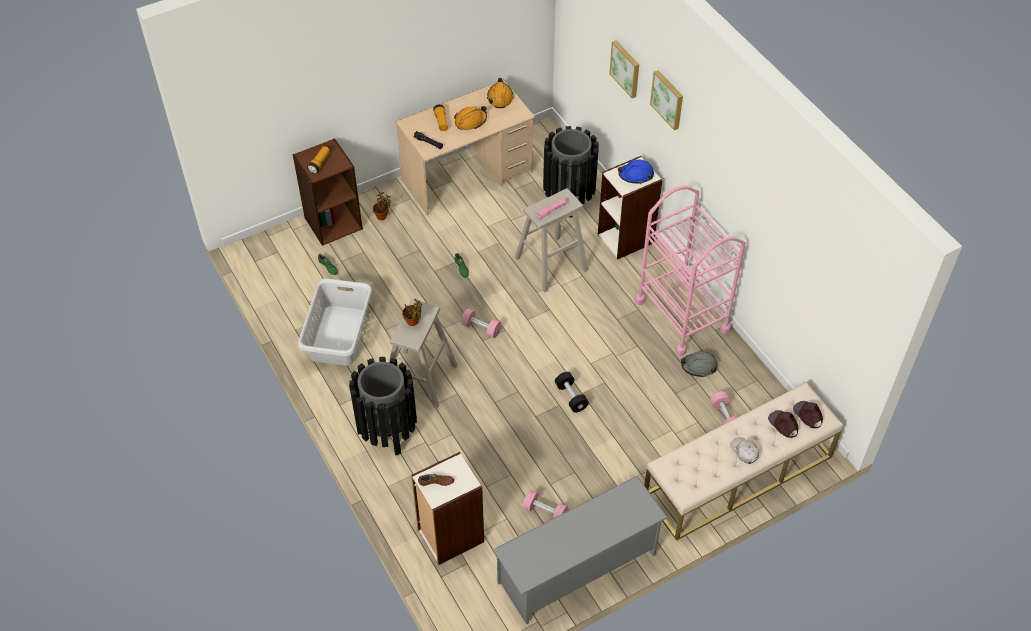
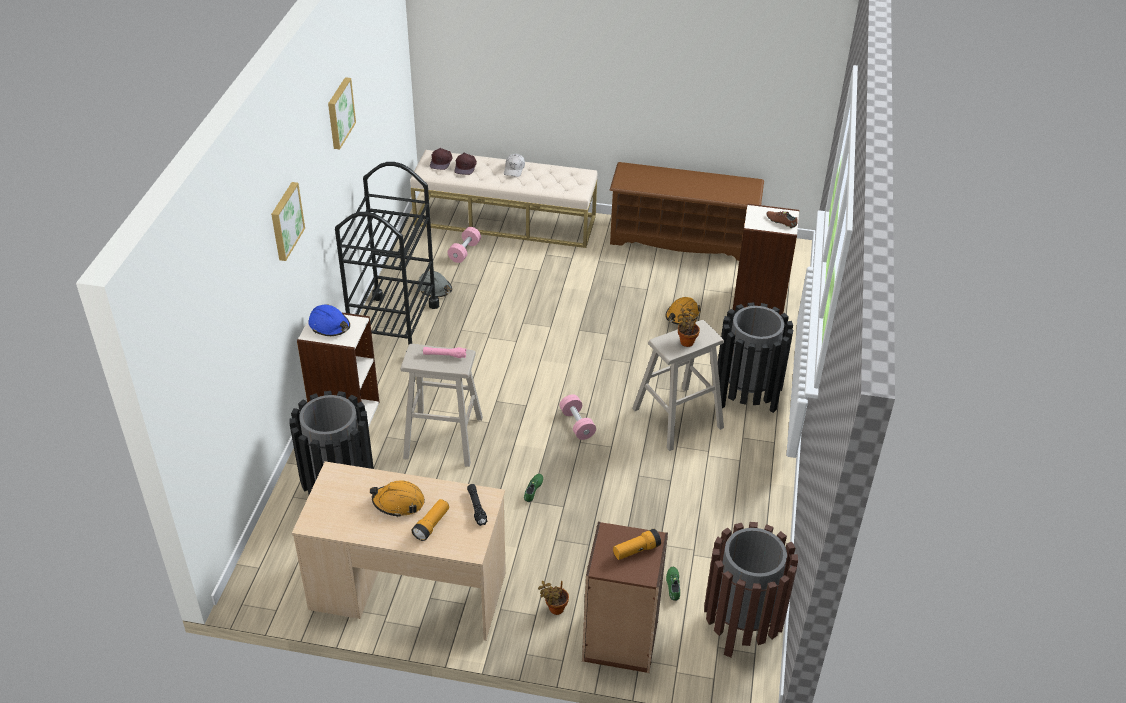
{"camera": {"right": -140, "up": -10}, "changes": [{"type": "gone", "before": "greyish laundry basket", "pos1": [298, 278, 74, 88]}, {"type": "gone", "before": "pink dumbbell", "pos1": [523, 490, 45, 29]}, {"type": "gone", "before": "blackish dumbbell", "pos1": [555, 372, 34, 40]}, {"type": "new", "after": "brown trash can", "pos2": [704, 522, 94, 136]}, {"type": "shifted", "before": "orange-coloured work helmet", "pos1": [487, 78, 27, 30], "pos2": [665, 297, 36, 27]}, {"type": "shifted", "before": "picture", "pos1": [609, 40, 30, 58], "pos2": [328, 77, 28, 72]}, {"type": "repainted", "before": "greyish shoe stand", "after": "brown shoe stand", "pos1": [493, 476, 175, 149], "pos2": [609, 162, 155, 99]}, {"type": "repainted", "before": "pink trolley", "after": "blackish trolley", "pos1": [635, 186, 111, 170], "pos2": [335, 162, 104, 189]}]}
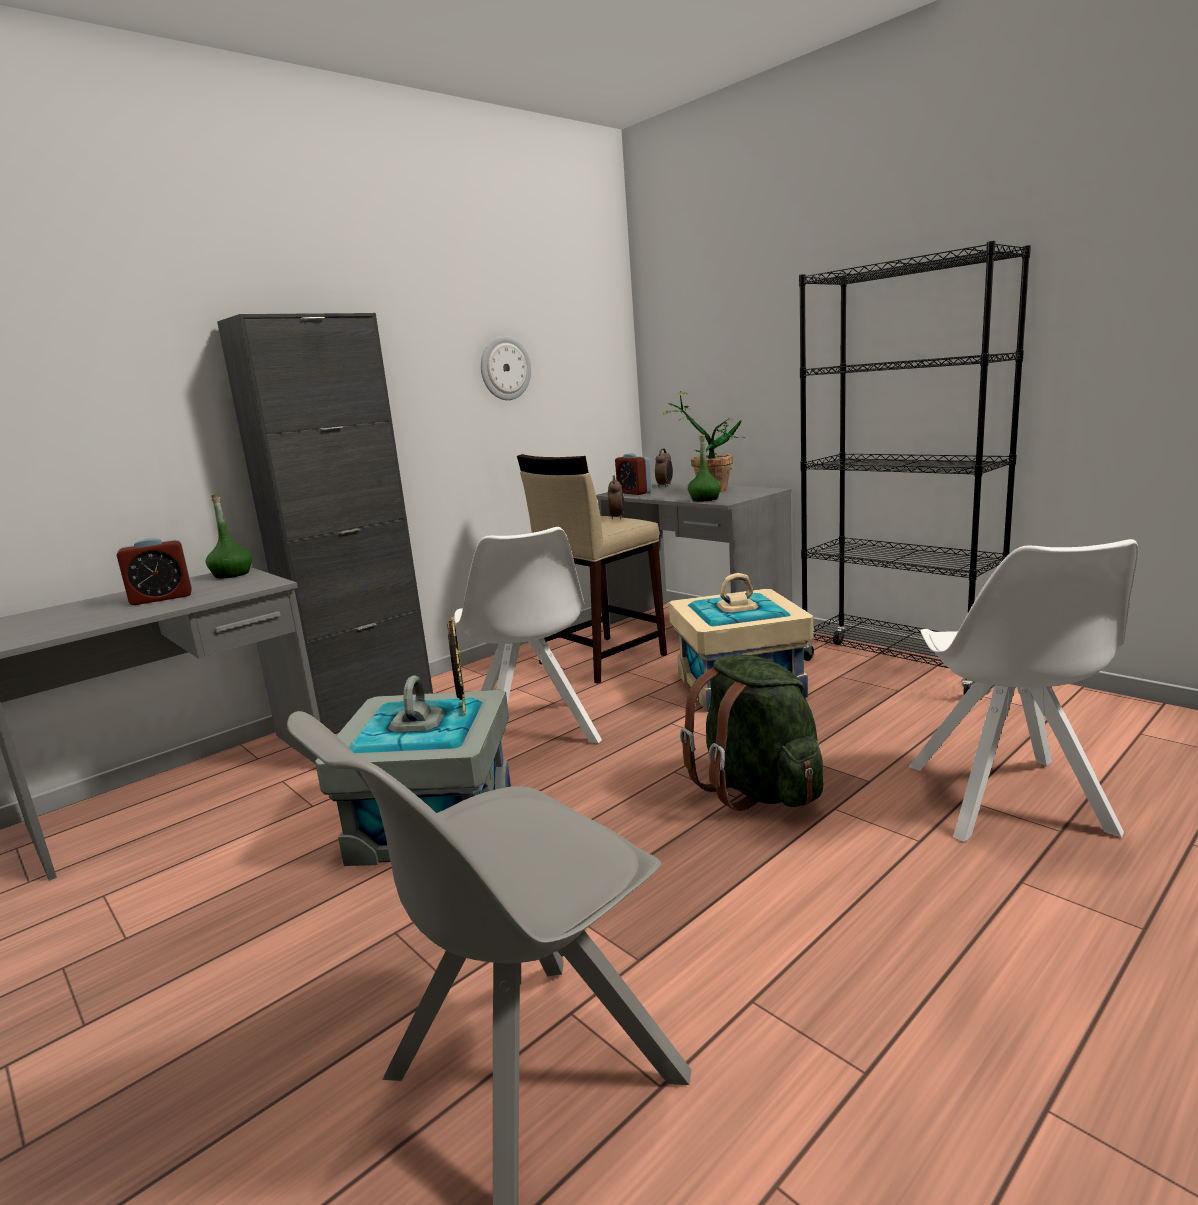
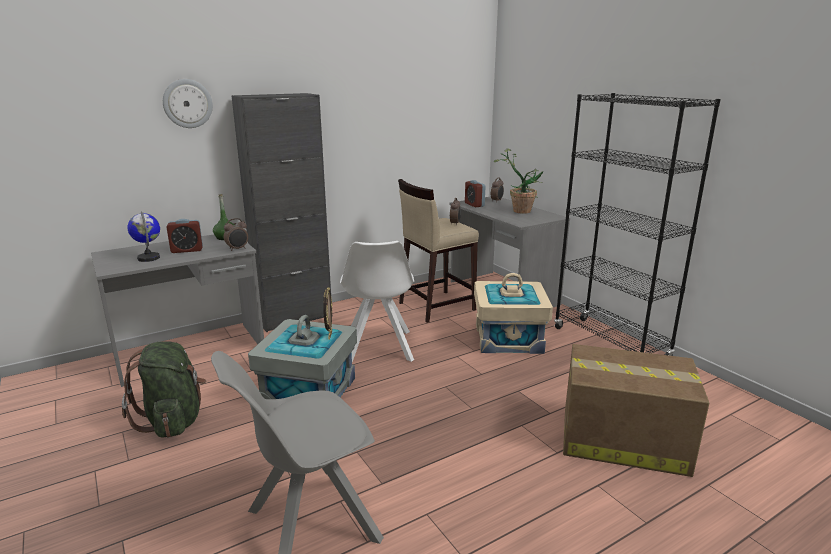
{"camera": {"right": 10, "up": 5}, "changes": [{"type": "gone", "before": "green beverage bottle", "pos1": [688, 435, 33, 66]}, {"type": "new", "after": "globe", "pos2": [128, 212, 32, 50]}, {"type": "new", "after": "bedside clock", "pos2": [224, 218, 24, 33]}, {"type": "shifted", "before": "wall clock", "pos1": [481, 336, 50, 64], "pos2": [163, 79, 50, 49]}, {"type": "shifted", "before": "green backpack", "pos1": [680, 655, 143, 156], "pos2": [122, 341, 84, 97]}, {"type": "swapped", "before": "whitish plain chair", "after": "cardboard box", "pos1": [908, 539, 230, 303], "pos2": [563, 344, 146, 133]}]}
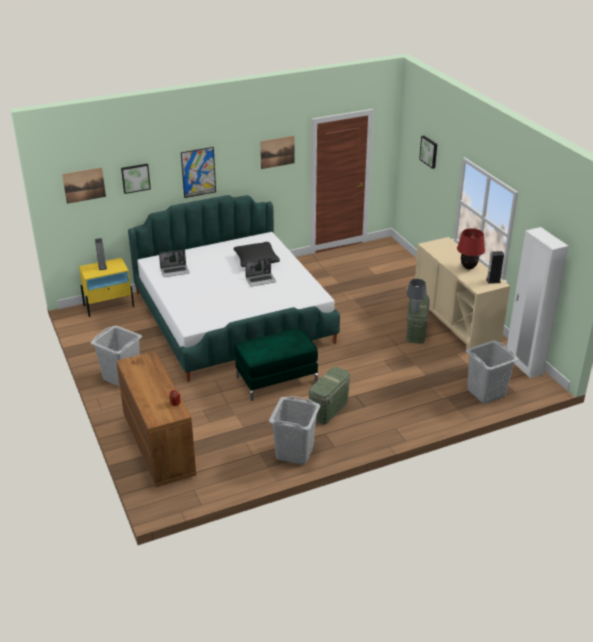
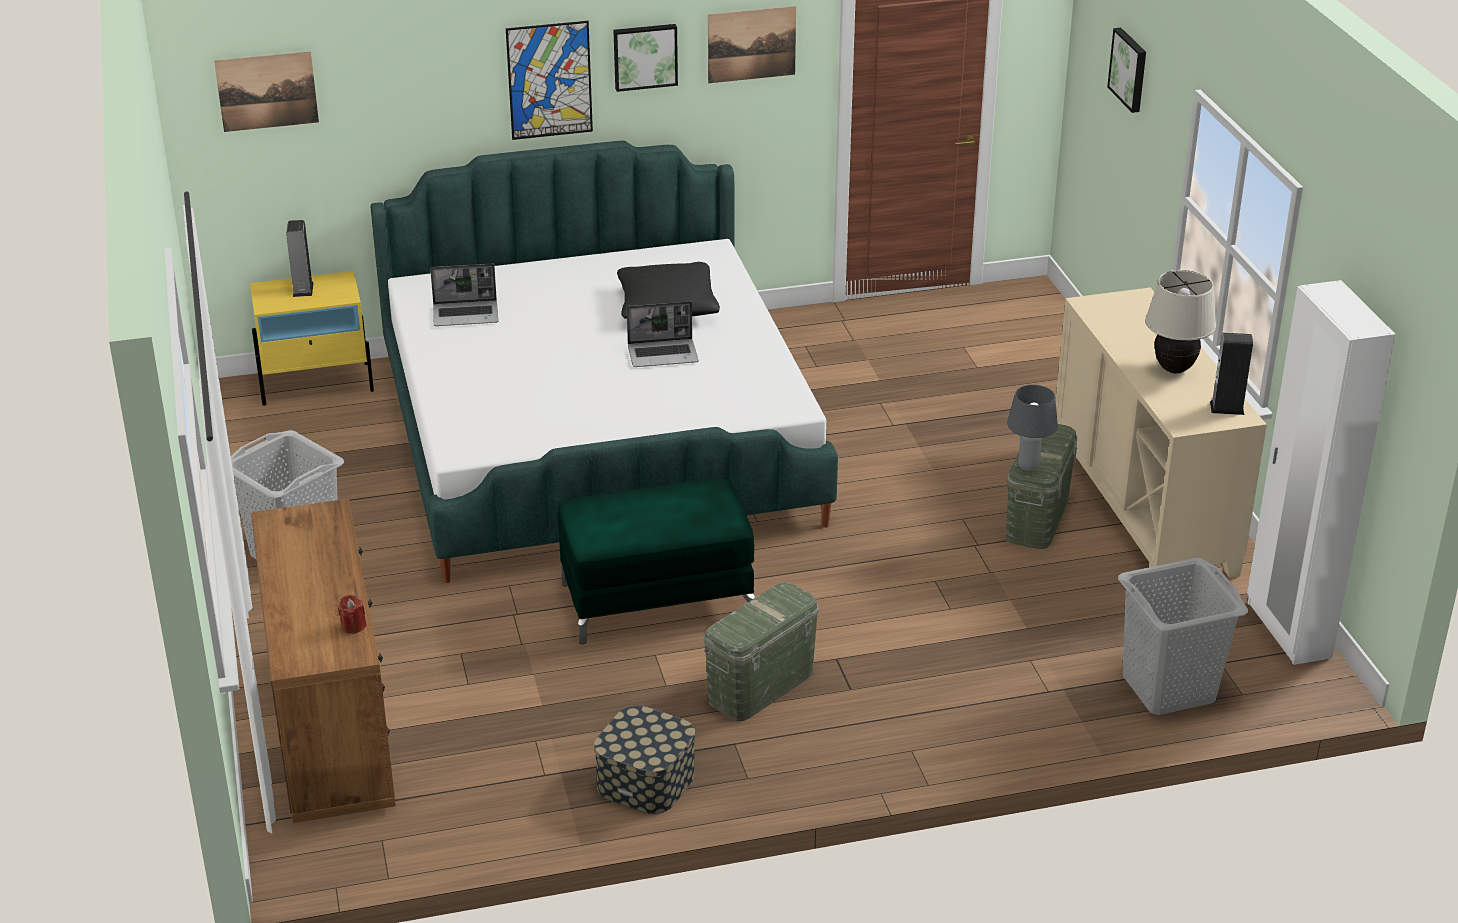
{"camera": {"right": 10, "up": 0}, "changes": [{"type": "shifted", "before": "picture", "pos1": [121, 164, 30, 30], "pos2": [613, 24, 65, 68]}, {"type": "swapped", "before": "greyish laundry basket", "after": "storage container", "pos1": [269, 396, 51, 69], "pos2": [594, 705, 101, 109]}, {"type": "repainted", "before": "red-coloured lamp for a table", "after": "sand-coloured lamp for a table", "pos1": [457, 228, 28, 41], "pos2": [1145, 270, 71, 104]}]}
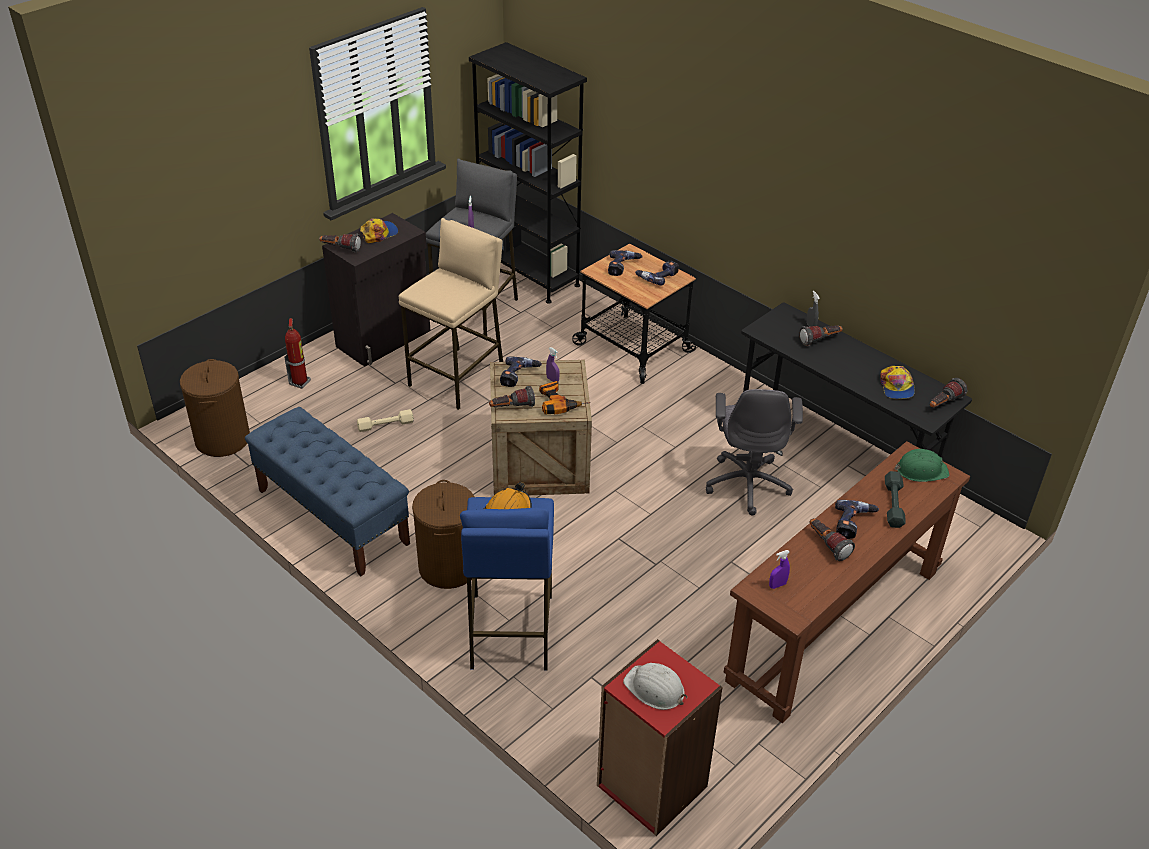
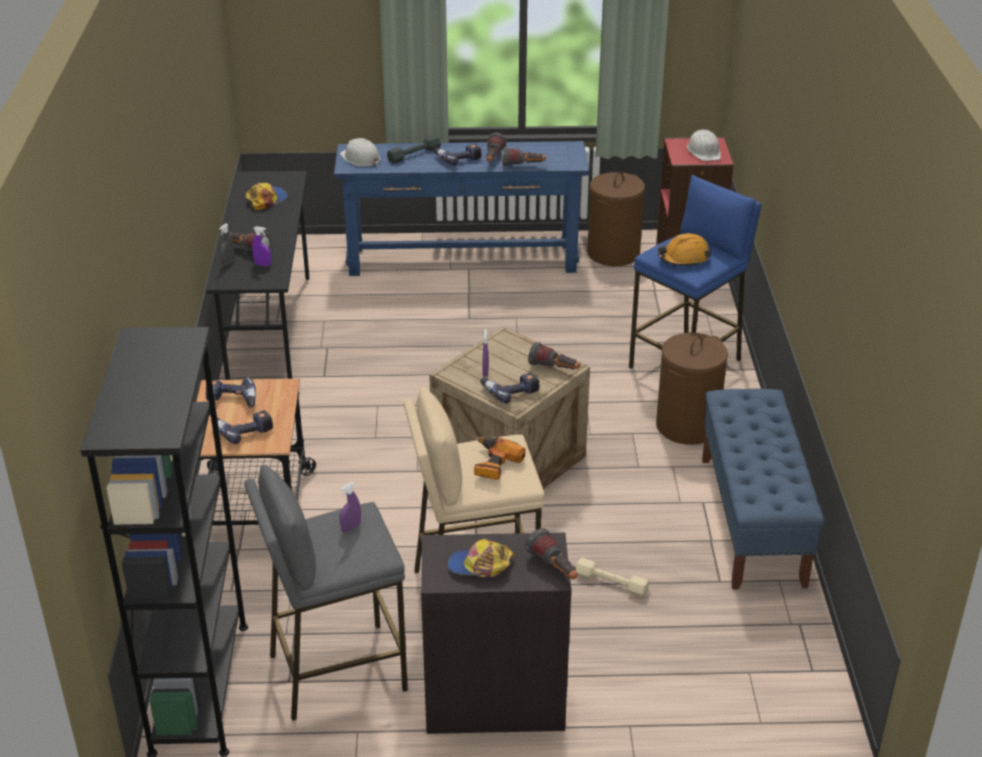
{"camera": {"right": -135, "up": -5}, "changes": [{"type": "gone", "before": "fire-fighting cylinder", "pos1": [284, 318, 27, 71]}, {"type": "gone", "before": "greyish office chair", "pos1": [706, 389, 97, 126]}, {"type": "shifted", "before": "brown laundry basket", "pos1": [180, 359, 70, 98], "pos2": [587, 172, 58, 94]}, {"type": "shifted", "before": "drill", "pos1": [539, 381, 51, 34], "pos2": [470, 435, 56, 45]}, {"type": "shifted", "before": "purple spray bottle", "pos1": [769, 550, 21, 39], "pos2": [252, 226, 19, 40]}, {"type": "shifted", "before": "flashlight", "pos1": [930, 378, 38, 30], "pos2": [501, 147, 45, 20]}, {"type": "repainted", "before": "brown console table", "after": "blue-coloured console table", "pos1": [724, 441, 246, 282], "pos2": [334, 141, 255, 135]}, {"type": "repainted", "before": "green work helmet", "after": "whitish work helmet", "pos1": [895, 449, 54, 33], "pos2": [340, 138, 40, 29]}]}
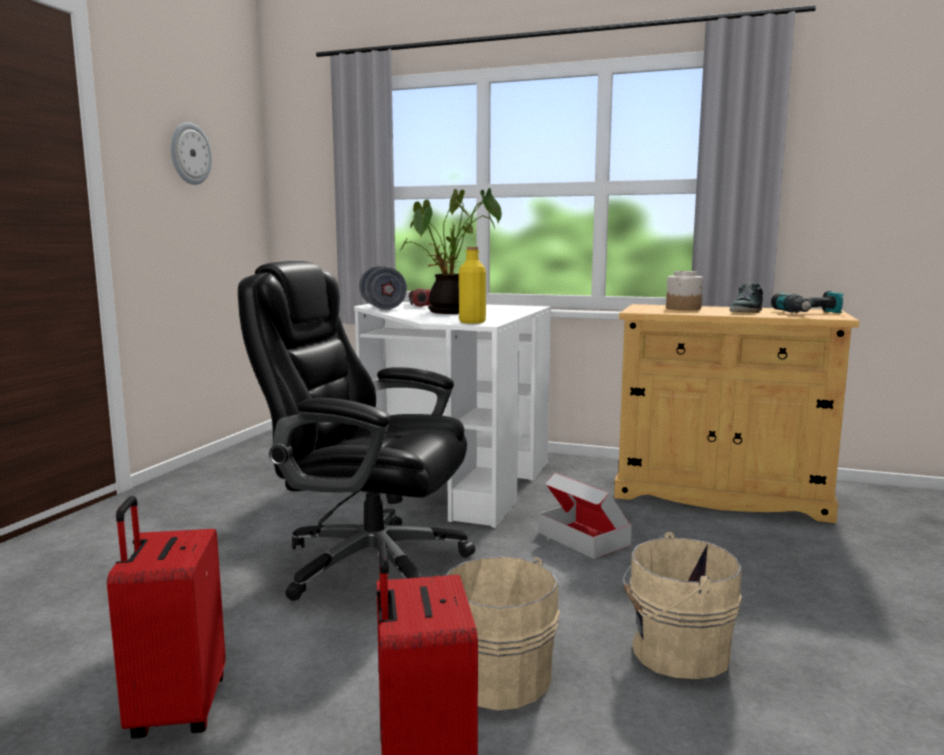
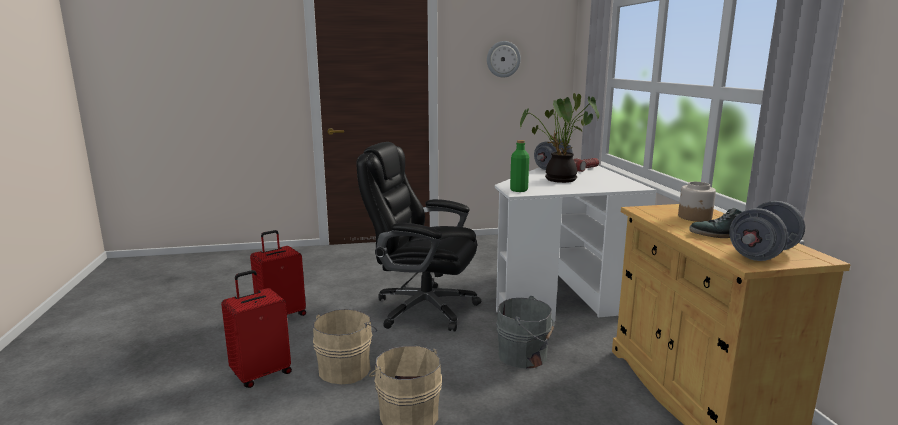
{"camera": {"right": 60, "up": 5}, "changes": [{"type": "swapped", "before": "cardboard box", "after": "greyish pail", "pos1": [539, 473, 93, 86], "pos2": [496, 296, 58, 72]}, {"type": "swapped", "before": "drill", "after": "greyish dumbbell", "pos1": [771, 291, 73, 22], "pos2": [729, 201, 76, 60]}, {"type": "repainted", "before": "yellow beverage bottle", "after": "green beverage bottle", "pos1": [459, 247, 27, 77], "pos2": [510, 140, 19, 52]}, {"type": "rotated", "before": "blackish office chair", "pos1": [238, 261, 237, 340], "pos2": [356, 142, 126, 190], "turn": -60}]}
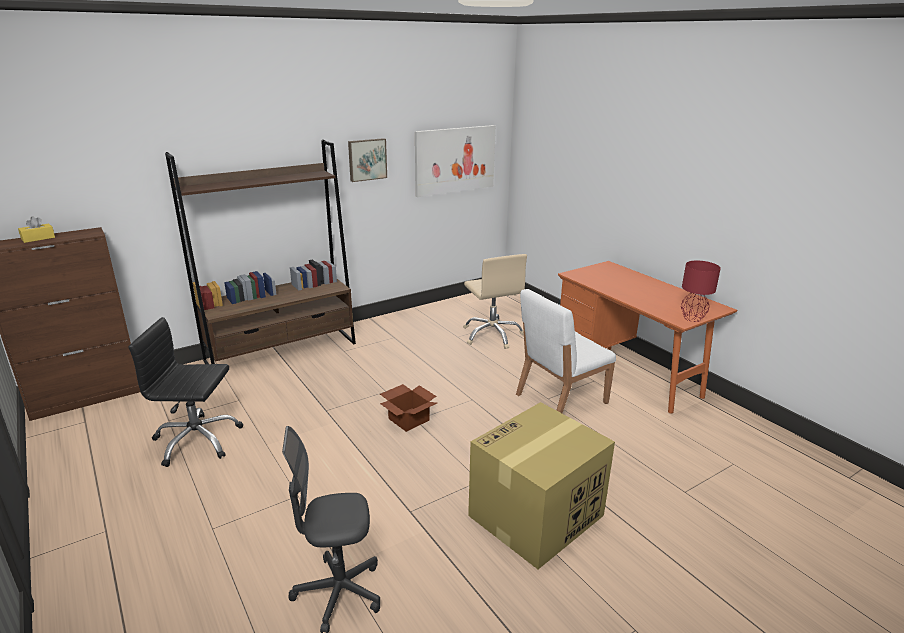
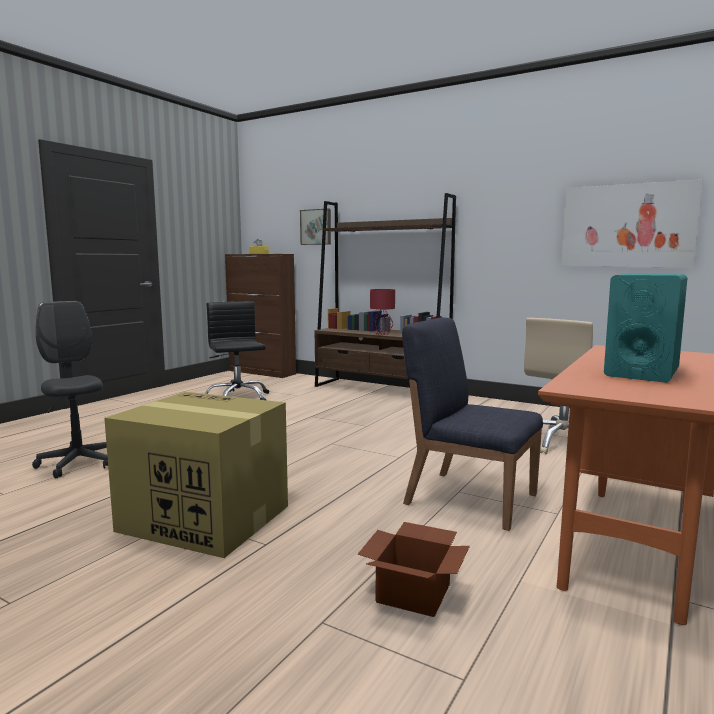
{"camera": {"right": 65, "up": -15}, "changes": [{"type": "new", "after": "turquoise speaker", "pos2": [604, 273, 83, 110]}, {"type": "shifted", "before": "picture", "pos1": [348, 138, 39, 44], "pos2": [300, 209, 31, 36]}, {"type": "shifted", "before": "cardboard box", "pos1": [380, 384, 57, 48], "pos2": [357, 522, 113, 95]}, {"type": "shifted", "before": "red-coloured lamp for a table", "pos1": [681, 261, 40, 61], "pos2": [370, 289, 25, 46]}, {"type": "repainted", "before": "whitish plain chair", "after": "blue-coloured plain chair", "pos1": [516, 289, 100, 124], "pos2": [402, 317, 141, 214]}]}
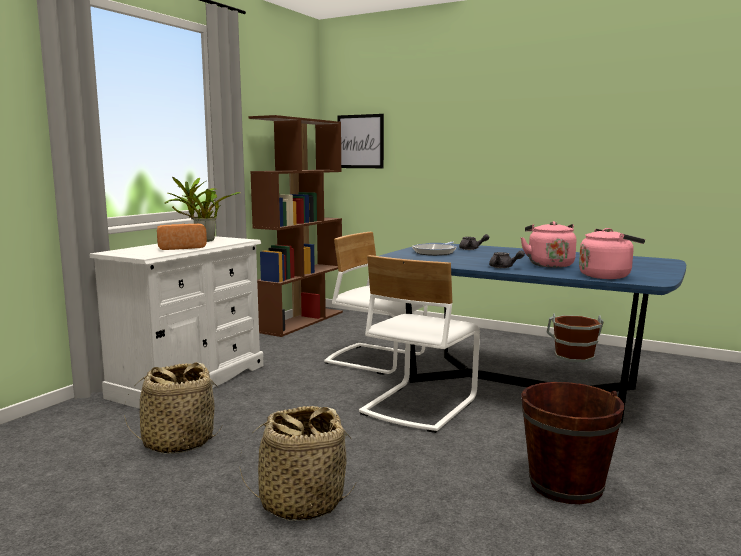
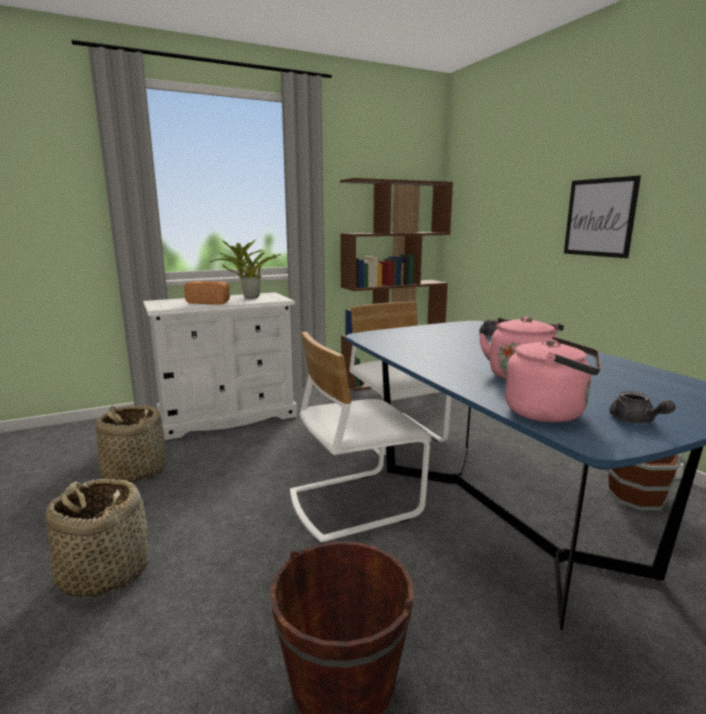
{"camera": {"right": 35, "up": 5}, "changes": [{"type": "gone", "before": "pan", "pos1": [412, 241, 44, 15]}, {"type": "shifted", "before": "picture", "pos1": [337, 114, 47, 54], "pos2": [564, 175, 77, 83]}, {"type": "shifted", "before": "greyish teapot", "pos1": [489, 251, 36, 17], "pos2": [609, 391, 67, 33]}]}
